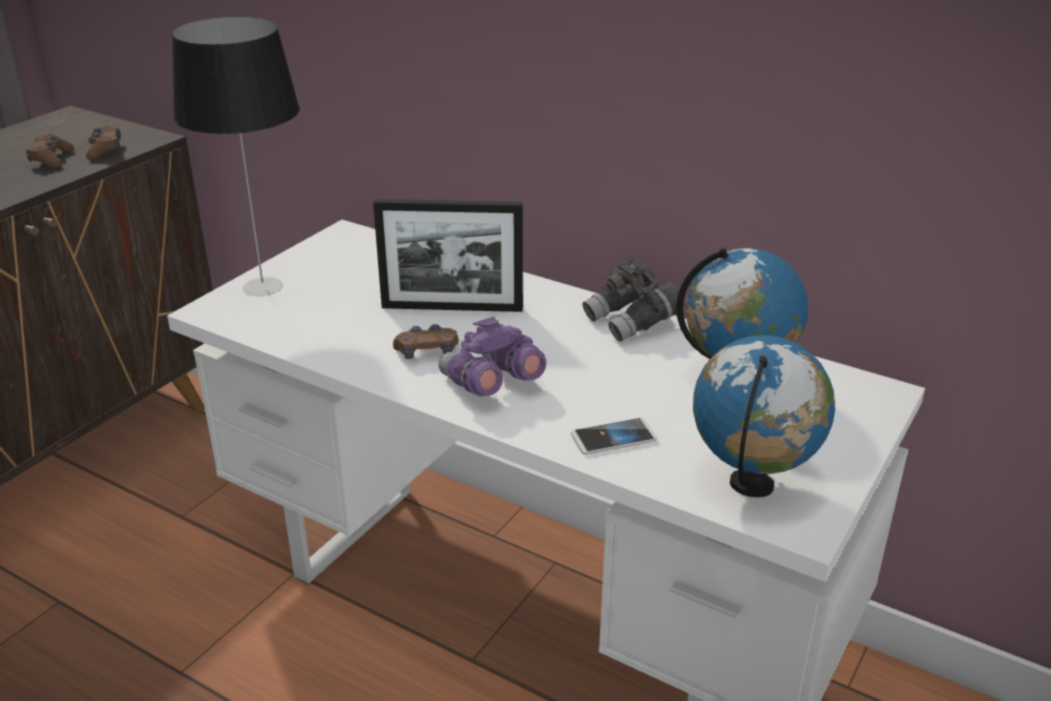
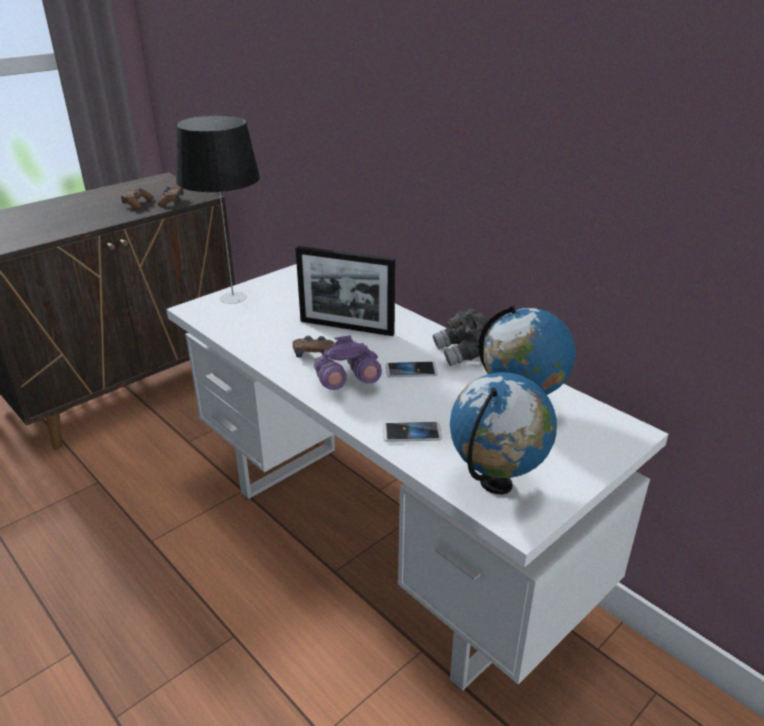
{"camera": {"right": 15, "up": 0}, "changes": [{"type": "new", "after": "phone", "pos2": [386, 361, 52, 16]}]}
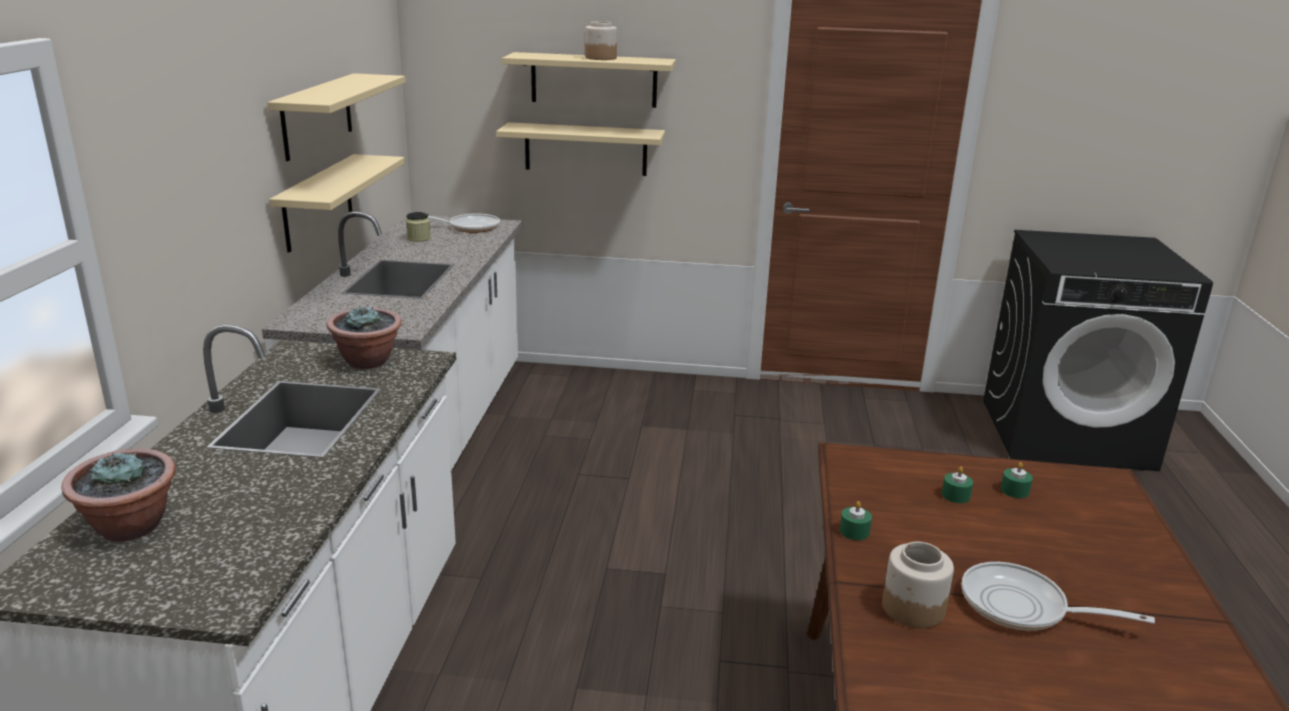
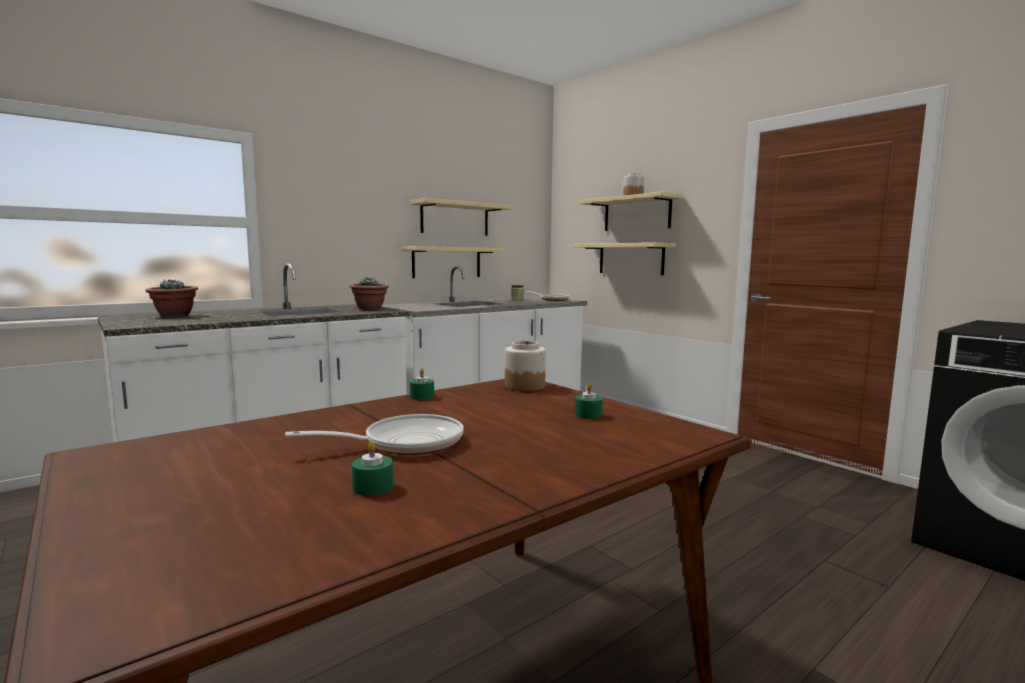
{"camera": {"right": 45, "up": -15}, "changes": [{"type": "shifted", "before": "preserve jar", "pos1": [882, 542, 72, 87], "pos2": [505, 341, 41, 50]}, {"type": "shifted", "before": "green candle", "pos1": [942, 467, 31, 36], "pos2": [352, 442, 41, 54]}, {"type": "rotated", "before": "pan", "pos1": [962, 562, 193, 69], "pos2": [285, 414, 179, 41], "turn": 90}]}
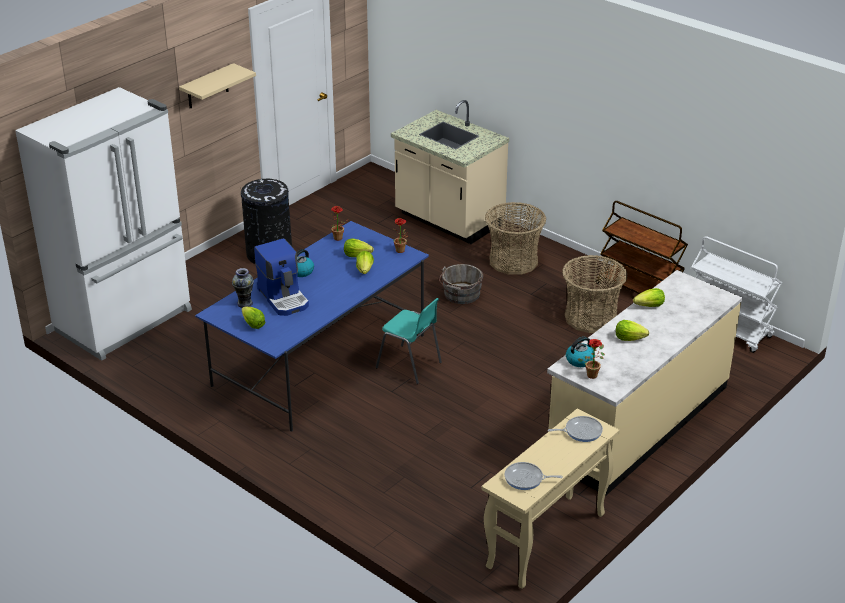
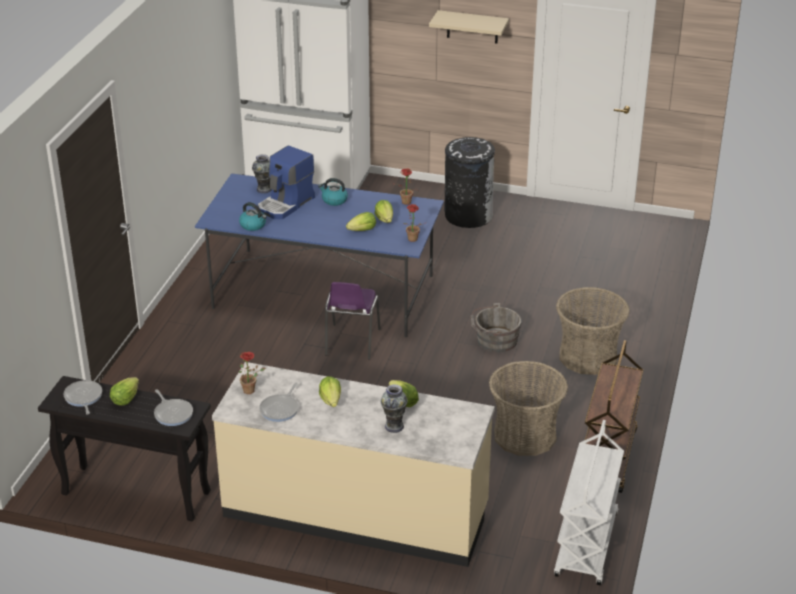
{"camera": {"right": 65, "up": 0}, "changes": [{"type": "gone", "before": "sand-coloured kitchen counter", "pos1": [391, 100, 118, 144]}, {"type": "new", "after": "pan", "pos2": [259, 383, 40, 39]}, {"type": "new", "after": "vase", "pos2": [381, 384, 27, 49]}, {"type": "shifted", "before": "lettuce", "pos1": [242, 306, 23, 23], "pos2": [110, 377, 29, 29]}, {"type": "shifted", "before": "tea kettle", "pos1": [566, 337, 29, 30], "pos2": [239, 202, 28, 29]}, {"type": "repainted", "before": "turquoise plain chair", "after": "purple plain chair", "pos1": [376, 298, 66, 86], "pos2": [325, 282, 56, 78]}, {"type": "repainted", "before": "sand-coloured console table", "after": "blackish console table", "pos1": [482, 408, 138, 181], "pos2": [38, 376, 173, 145]}]}
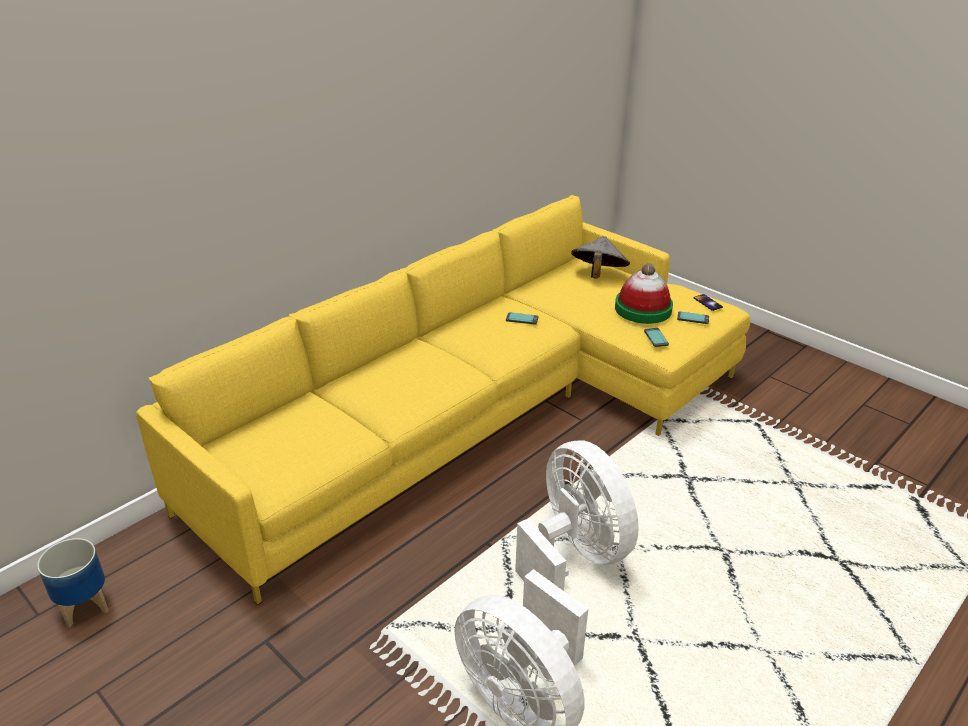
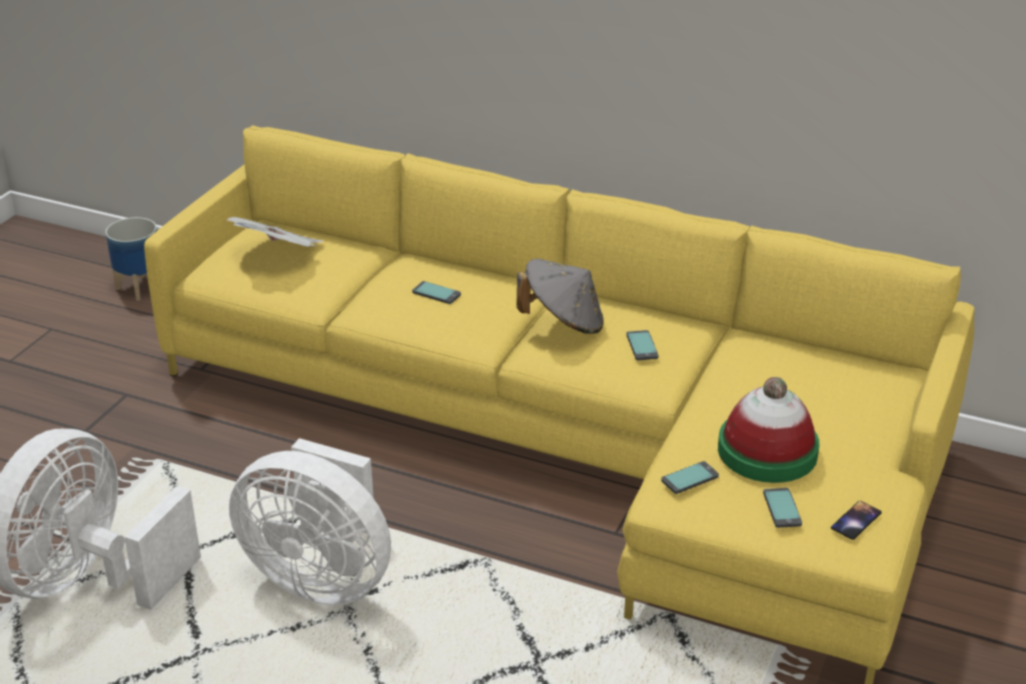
{"camera": {"right": 70, "up": 0}, "changes": [{"type": "new", "after": "daily paper", "pos2": [227, 217, 96, 30]}, {"type": "new", "after": "phone", "pos2": [412, 281, 49, 23]}, {"type": "shifted", "before": "greyish wearable hat", "pos1": [571, 236, 59, 43], "pos2": [516, 259, 87, 75]}, {"type": "rotated", "before": "whitish electric fan", "pos1": [515, 441, 124, 150], "pos2": [229, 438, 162, 167], "turn": 75}]}
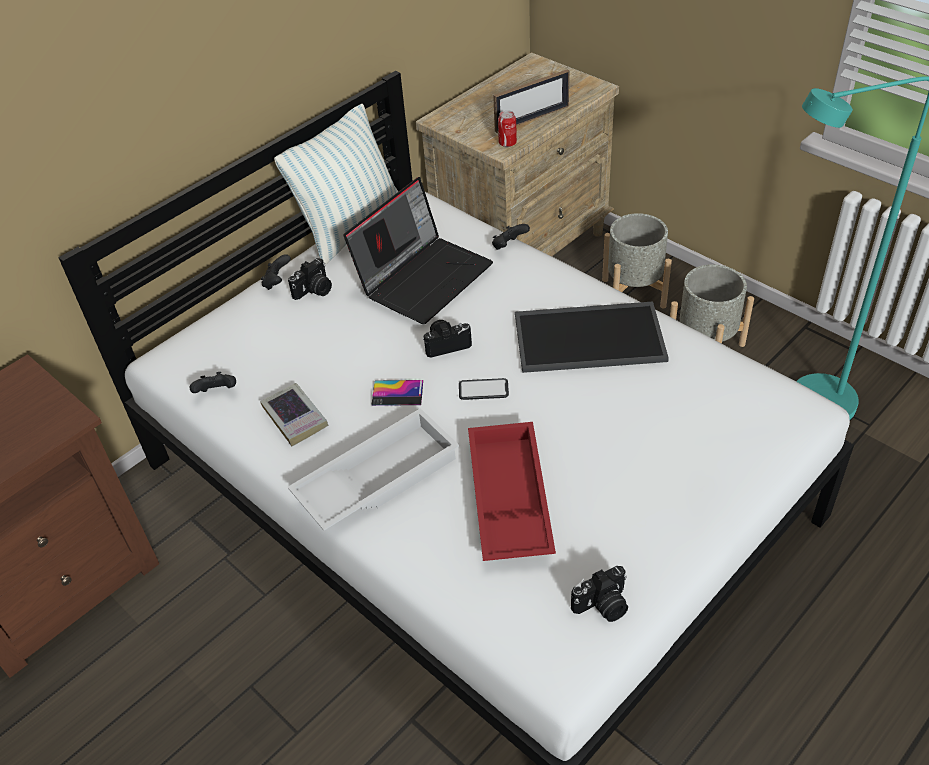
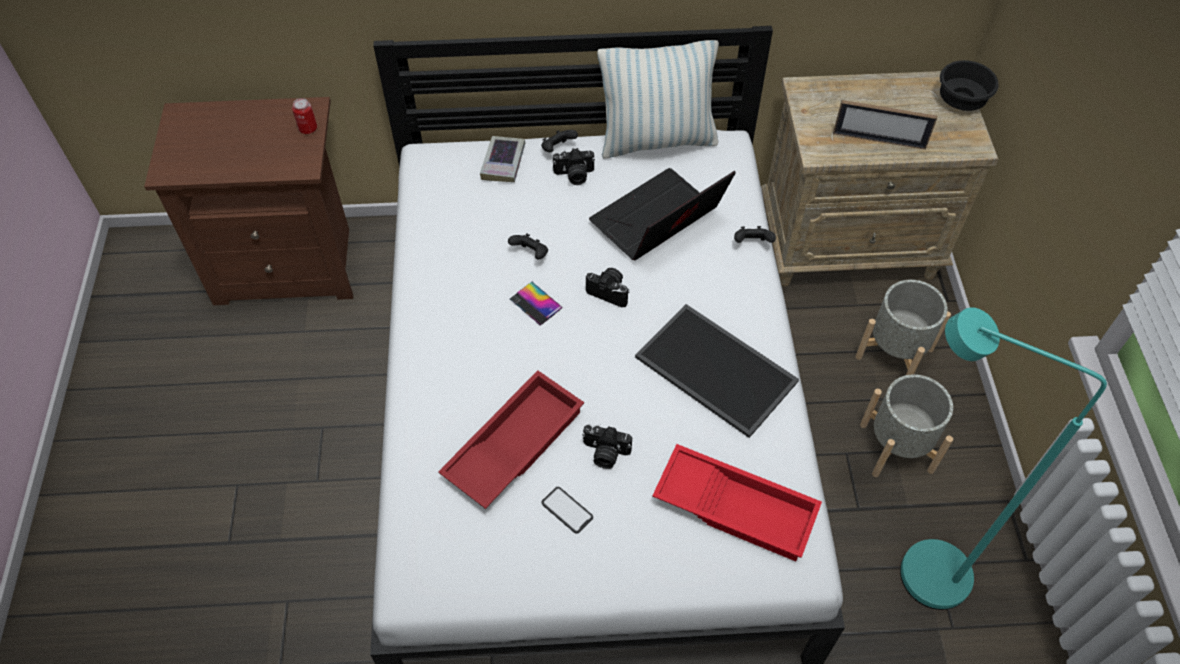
{"camera": {"right": 40, "up": 10}, "changes": [{"type": "gone", "before": "whitish carrying tray", "pos1": [288, 408, 171, 122]}, {"type": "new", "after": "red-coloured carrying tray", "pos2": [652, 444, 170, 117]}, {"type": "new", "after": "blackish serving bowl", "pos2": [940, 60, 59, 51]}, {"type": "shifted", "before": "blackish gamepad", "pos1": [190, 372, 46, 21], "pos2": [508, 233, 40, 27]}, {"type": "shifted", "before": "book", "pos1": [260, 383, 68, 63], "pos2": [480, 136, 45, 46]}, {"type": "shifted", "before": "phone", "pos1": [459, 378, 50, 22], "pos2": [541, 487, 52, 47]}, {"type": "shifted", "before": "metal can", "pos1": [498, 110, 19, 37], "pos2": [292, 98, 25, 36]}, {"type": "shifted", "before": "still camera", "pos1": [571, 566, 57, 56], "pos2": [582, 424, 50, 45]}, {"type": "rotated", "before": "portable computer", "pos1": [344, 177, 149, 147], "pos2": [589, 168, 147, 92], "turn": 150}]}
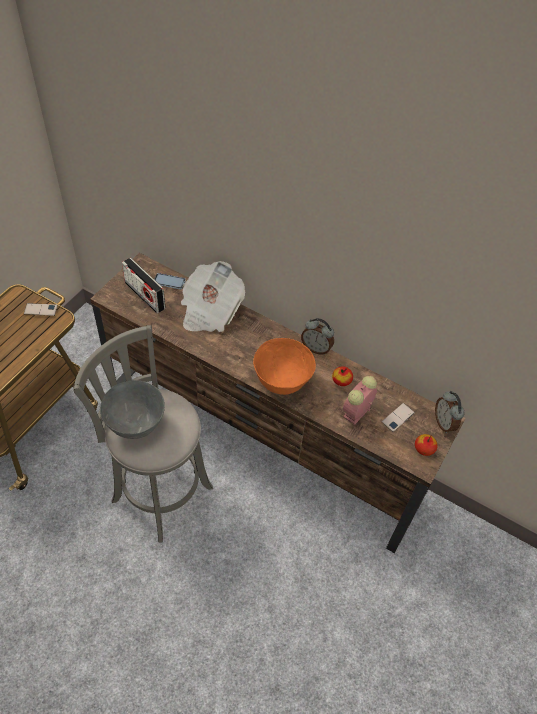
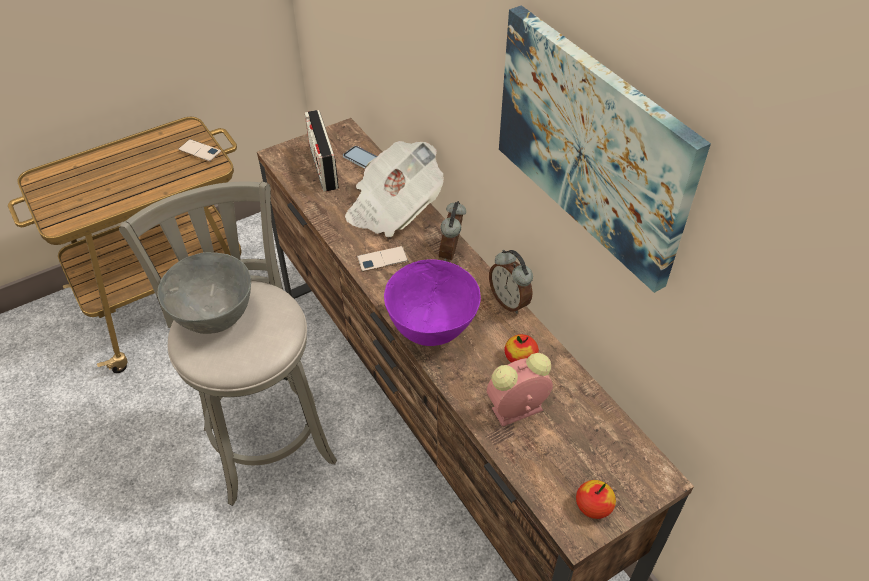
{"camera": {"right": 30, "up": -5}, "changes": [{"type": "new", "after": "picture", "pos2": [499, 5, 212, 288]}, {"type": "shifted", "before": "phone", "pos1": [382, 403, 33, 29], "pos2": [357, 246, 51, 26]}, {"type": "shifted", "before": "bedside clock", "pos1": [435, 391, 30, 42], "pos2": [439, 201, 27, 60]}, {"type": "repainted", "before": "orange-coloured serving bowl", "after": "purple serving bowl", "pos1": [253, 338, 63, 57], "pos2": [384, 259, 97, 87]}]}
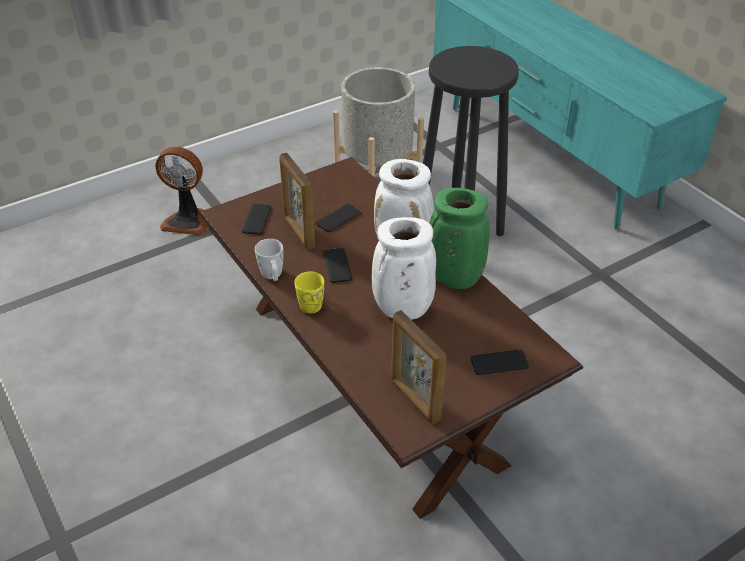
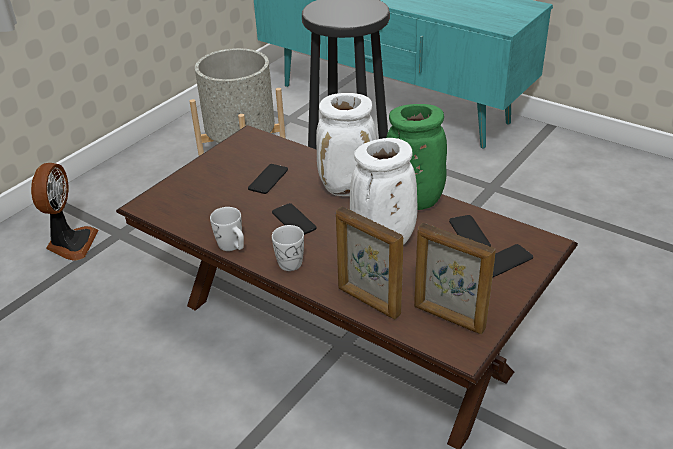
{"camera": {"right": -20, "up": -5}, "changes": [{"type": "shifted", "before": "phone", "pos1": [242, 204, 29, 30], "pos2": [449, 215, 42, 32]}, {"type": "shifted", "before": "picture frame", "pos1": [279, 153, 36, 97], "pos2": [336, 206, 67, 113]}, {"type": "repainted", "before": "yellow coffee mug", "after": "whitish coffee mug", "pos1": [295, 271, 29, 43], "pos2": [272, 225, 32, 46]}, {"type": "rotated", "before": "electric fan", "pos1": [155, 146, 52, 89], "pos2": [31, 163, 68, 98], "turn": -75}]}
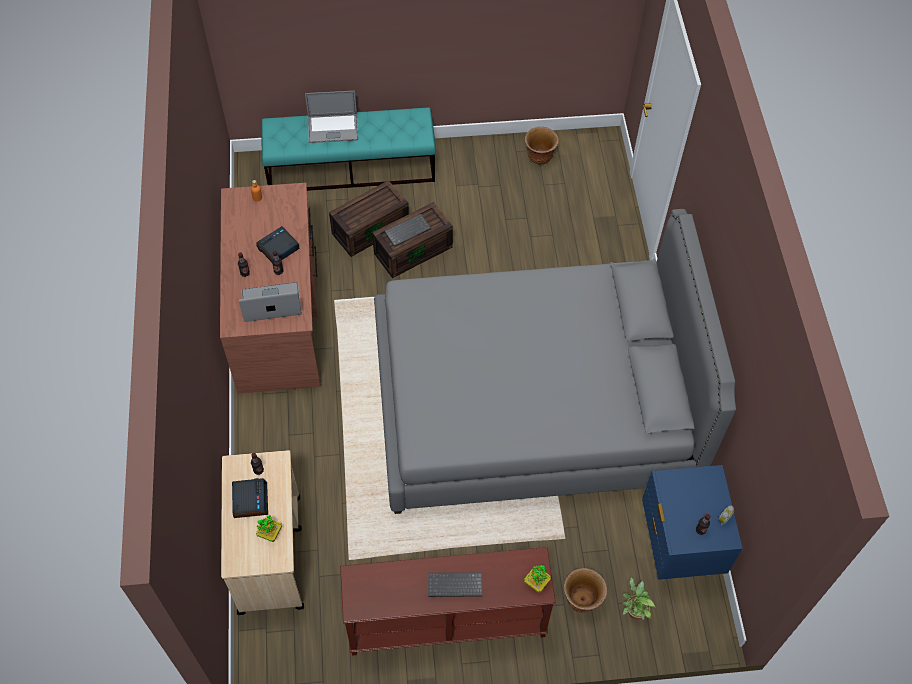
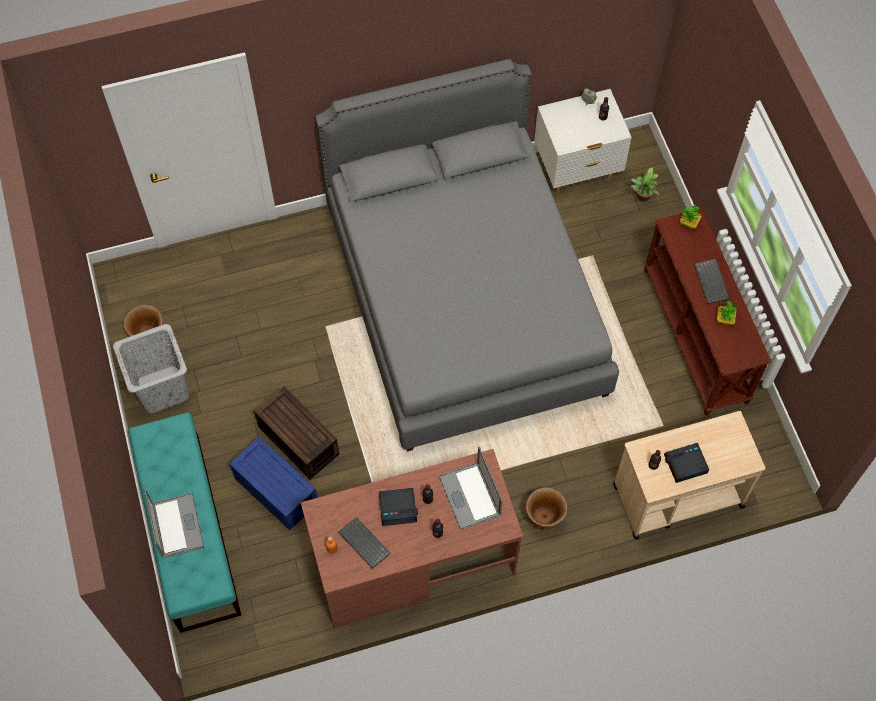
{"camera": {"right": -100, "up": 5}, "changes": [{"type": "new", "after": "greyish laundry basket", "pos2": [113, 324, 76, 89]}, {"type": "shifted", "before": "potted plant", "pos1": [256, 515, 26, 27], "pos2": [716, 301, 20, 24]}, {"type": "shifted", "before": "PC keyboard", "pos1": [384, 214, 47, 33], "pos2": [338, 517, 53, 52]}, {"type": "shifted", "before": "brown flower pot", "pos1": [564, 568, 43, 45], "pos2": [526, 487, 41, 43]}, {"type": "repainted", "before": "brown storage container", "after": "blue-coloured storage container", "pos1": [329, 180, 80, 77], "pos2": [230, 437, 88, 93]}, {"type": "repainted", "before": "blue-coloured night table", "after": "whitish night table", "pos1": [642, 465, 101, 116], "pos2": [534, 89, 98, 105]}, {"type": "rotated", "before": "bedside clock", "pos1": [256, 226, 44, 36], "pos2": [379, 488, 39, 38], "turn": -45}]}
